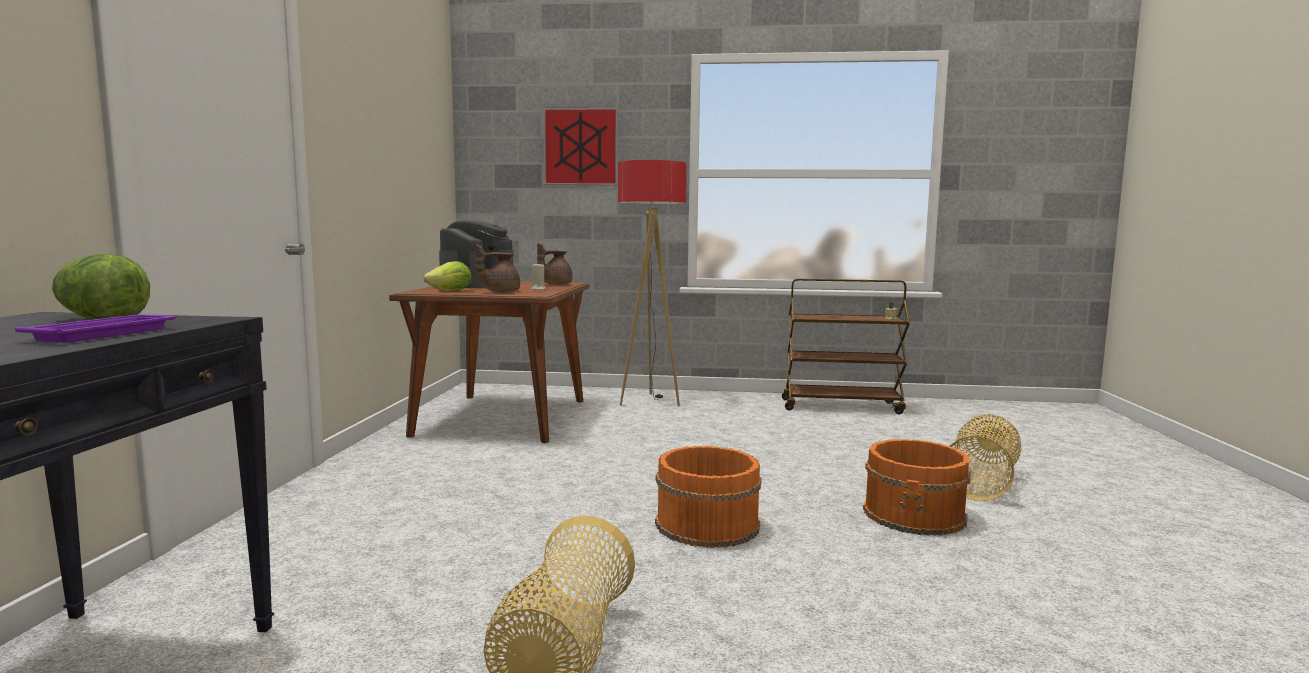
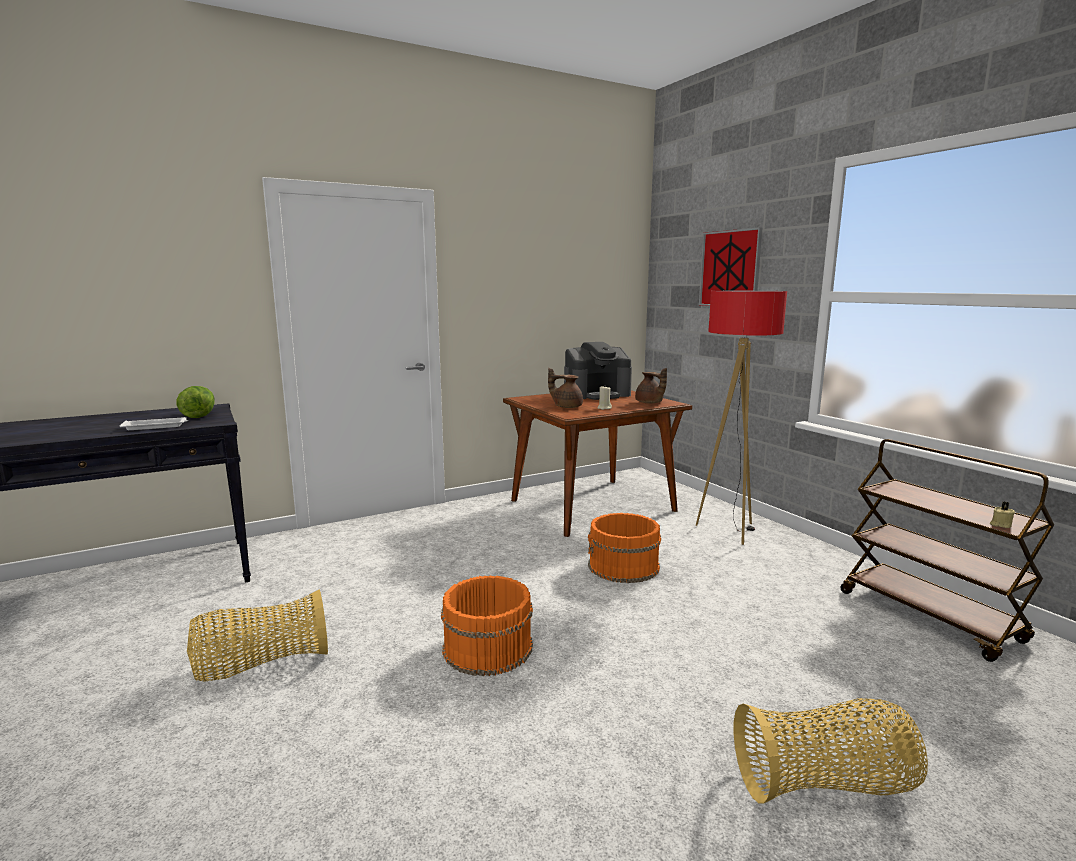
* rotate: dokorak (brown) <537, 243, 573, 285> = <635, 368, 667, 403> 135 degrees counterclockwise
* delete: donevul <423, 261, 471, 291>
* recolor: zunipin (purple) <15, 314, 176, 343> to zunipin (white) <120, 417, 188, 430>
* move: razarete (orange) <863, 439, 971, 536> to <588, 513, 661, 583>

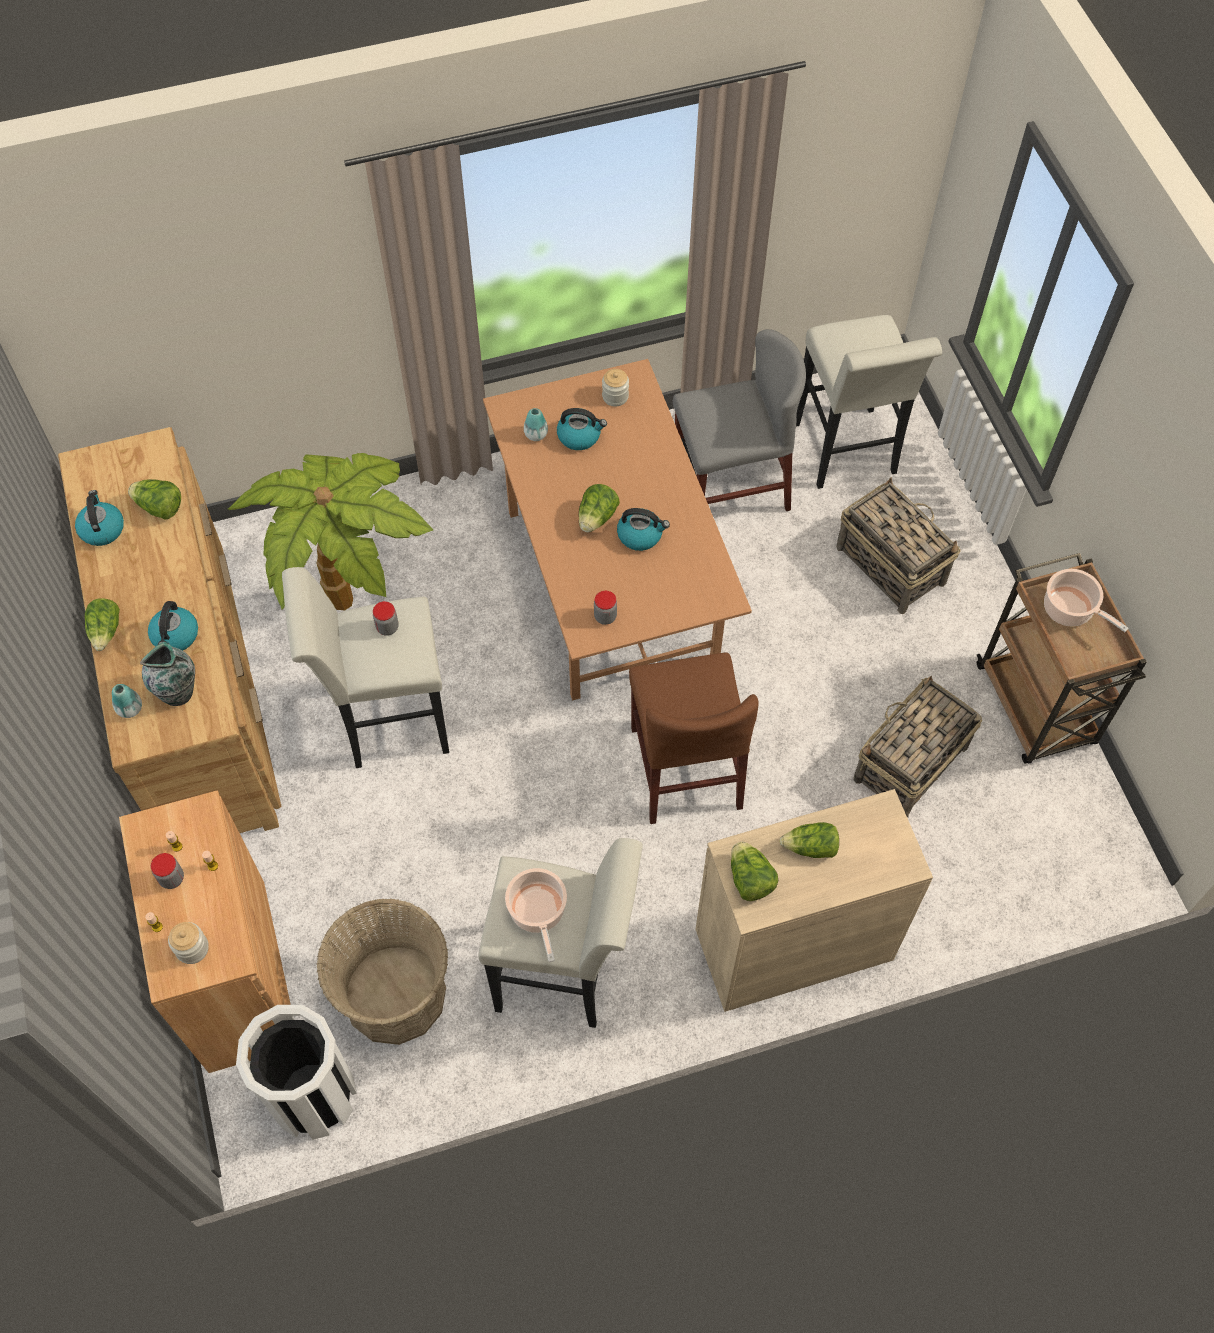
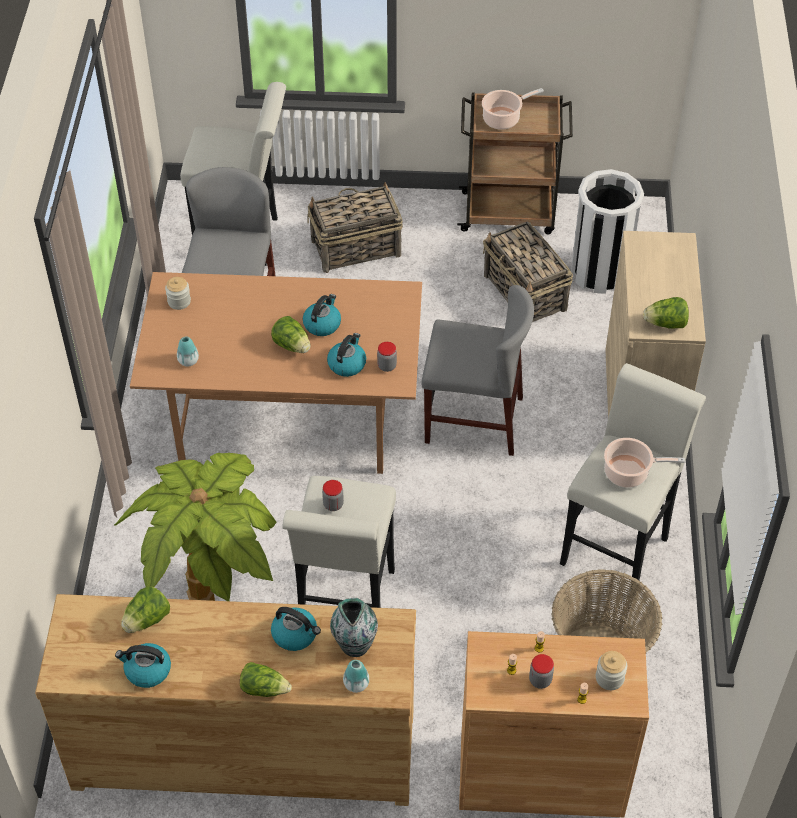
* move: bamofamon <557, 408, 607, 450> to <327, 333, 366, 377>
* recolor: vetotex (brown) <629, 653, 759, 824> to vetotex (grey) <421, 285, 534, 456>
* delete: donevul <779, 822, 839, 858>
* move: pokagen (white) <236, 1005, 357, 1140> to <571, 169, 644, 294>

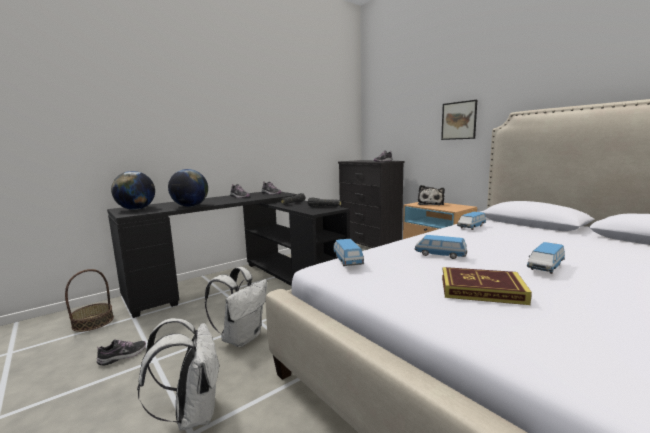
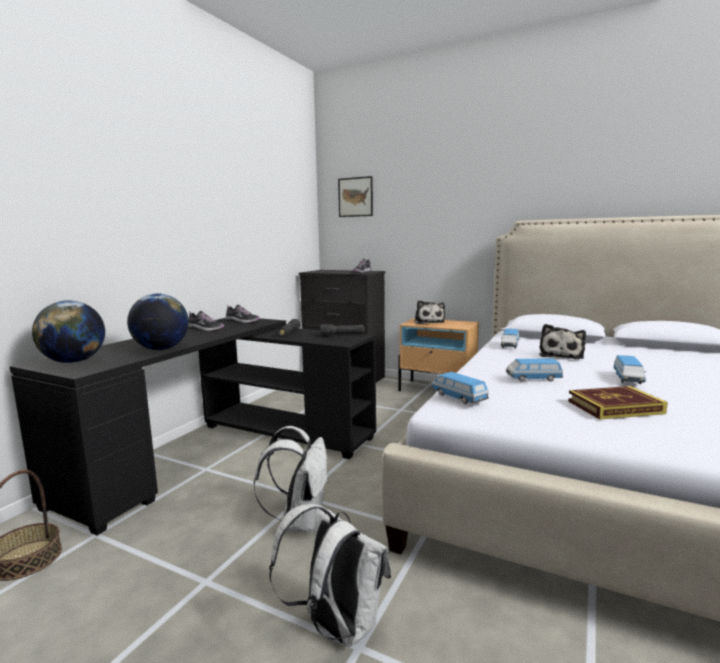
* move: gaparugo <441, 100, 477, 140> to <338, 176, 373, 217>
* delete: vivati <97, 340, 146, 366>
* insert: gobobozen <539, 324, 586, 359>

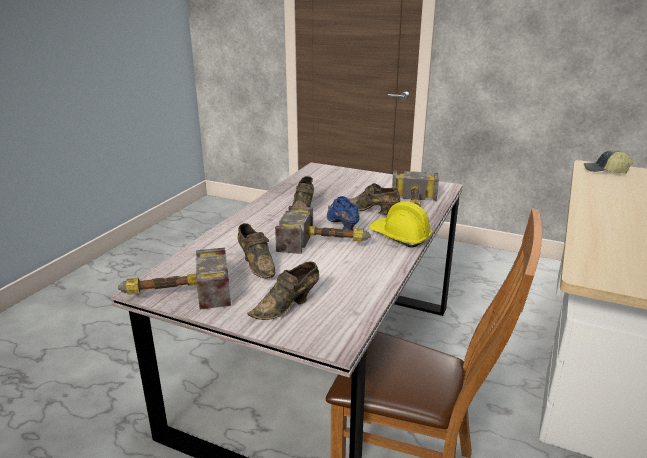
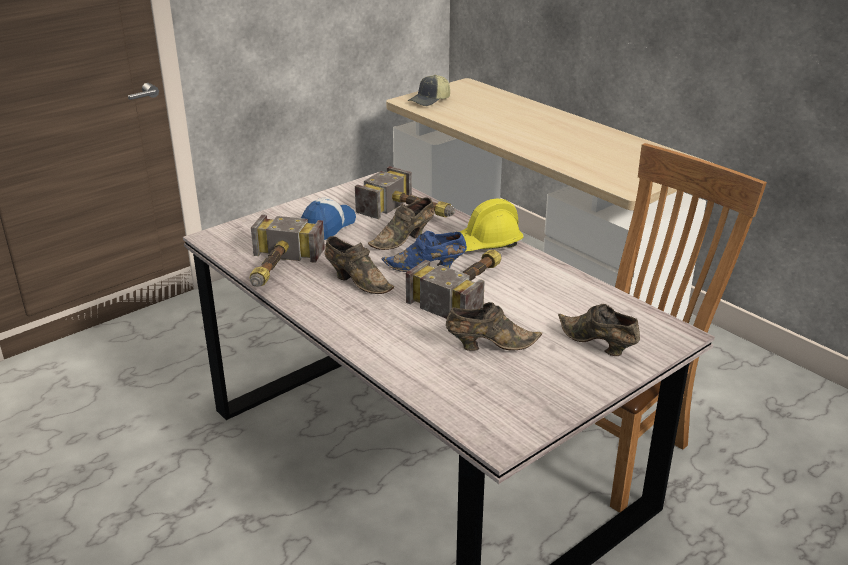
* move: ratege <118, 247, 231, 310> to <250, 214, 325, 287>
* rotate: vivati (brown) <247, 261, 319, 320> = <558, 304, 640, 356> 150 degrees clockwise
* insert: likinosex <301, 198, 356, 240>

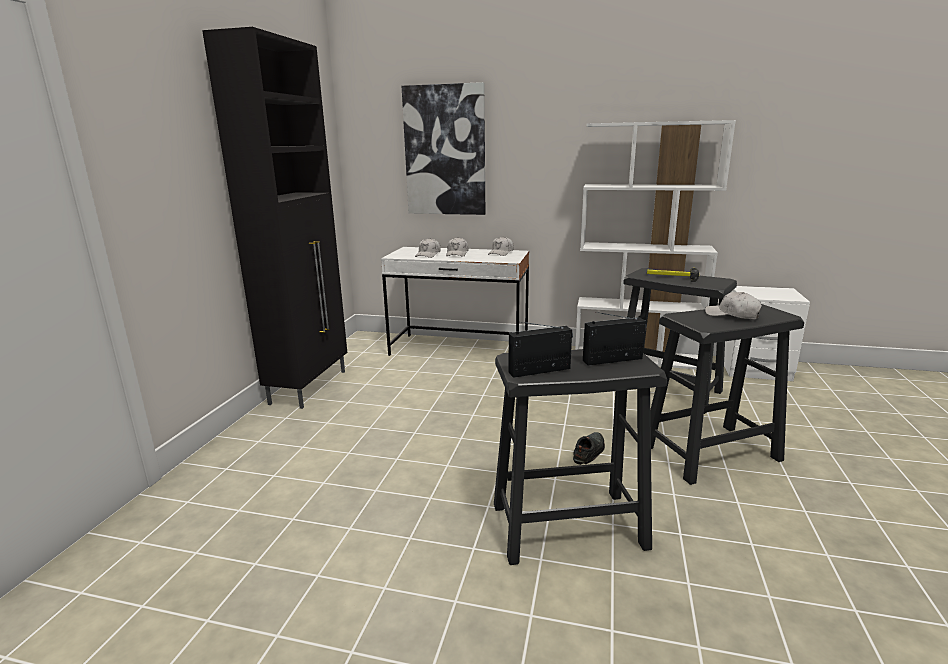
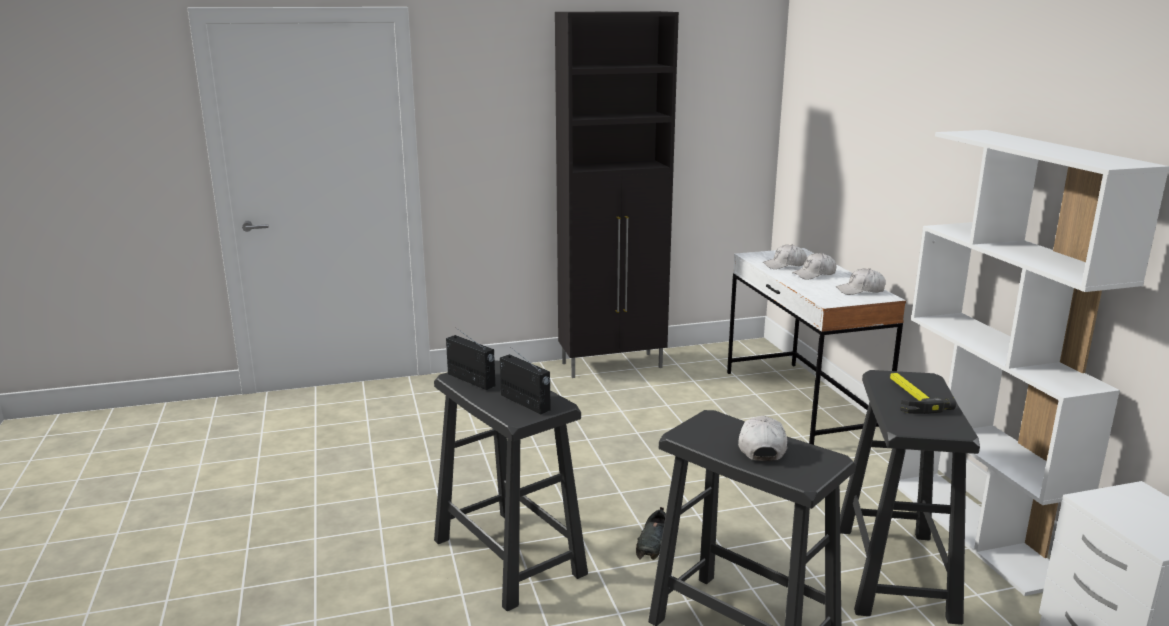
* delete: gaparugo <402, 82, 485, 215>
* rotate: vivati (black) <573, 432, 605, 465> = <636, 507, 666, 560> 105 degrees clockwise

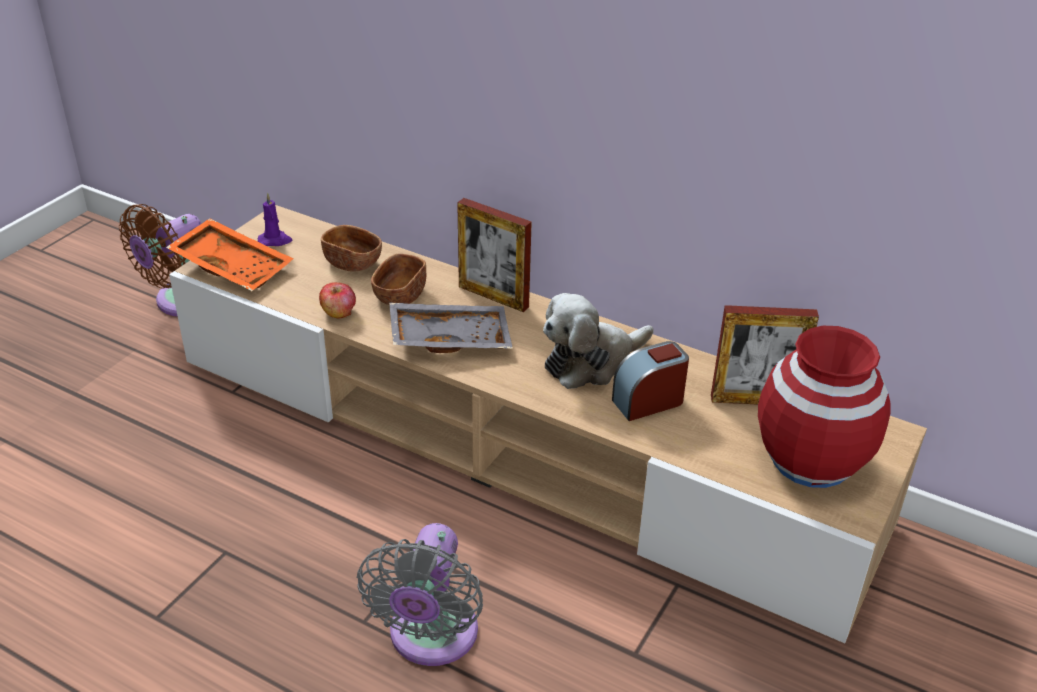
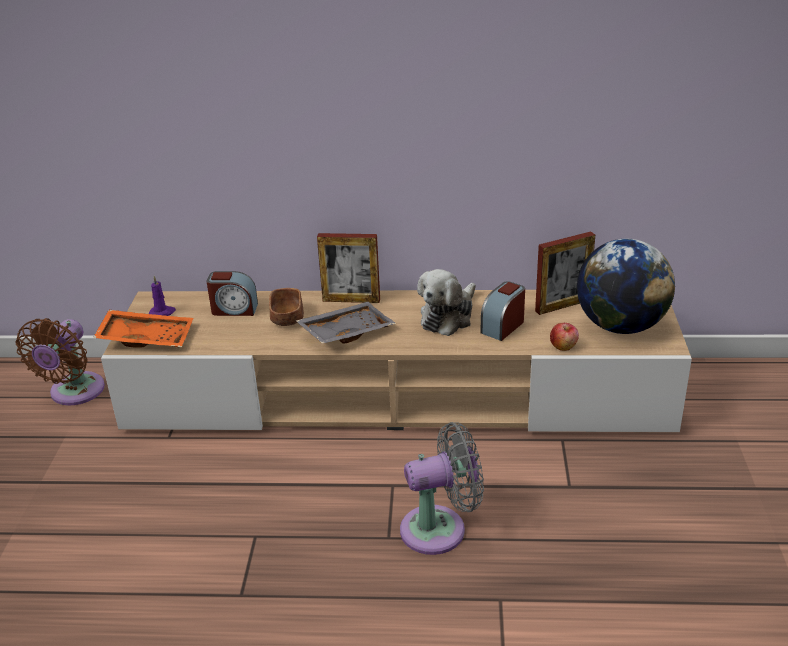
* replace: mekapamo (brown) <321, 225, 382, 272> to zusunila <206, 271, 258, 316>
* move: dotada <319, 282, 356, 319> to <550, 323, 579, 351>
* replace: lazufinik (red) <758, 326, 890, 488> to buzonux <577, 239, 675, 334>
* rotate: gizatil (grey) <357, 523, 483, 666> = <400, 422, 484, 555> 90 degrees counterclockwise

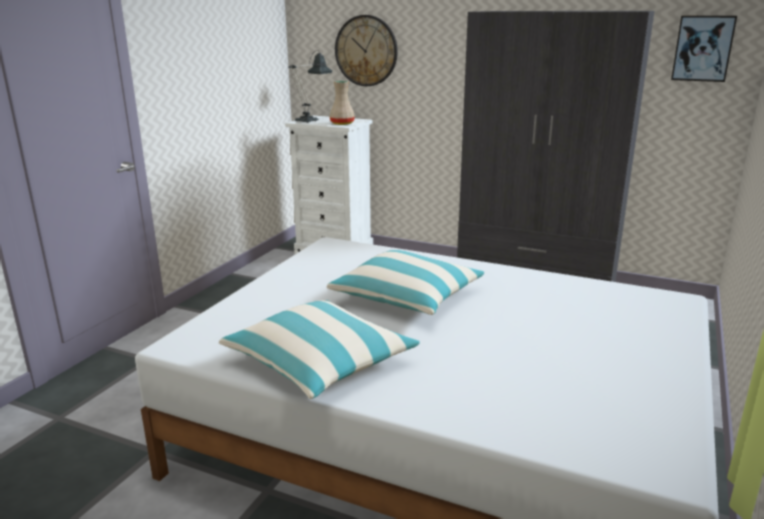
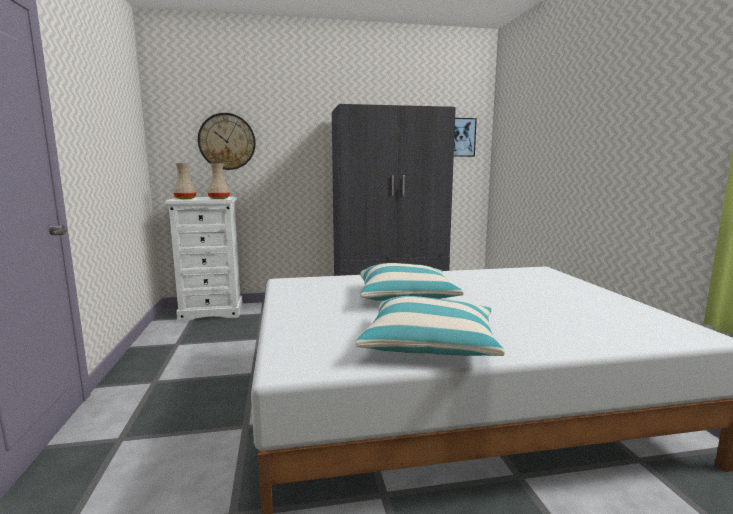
* replace: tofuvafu <288, 50, 332, 123> to lazufinik (beige) <173, 163, 196, 199>

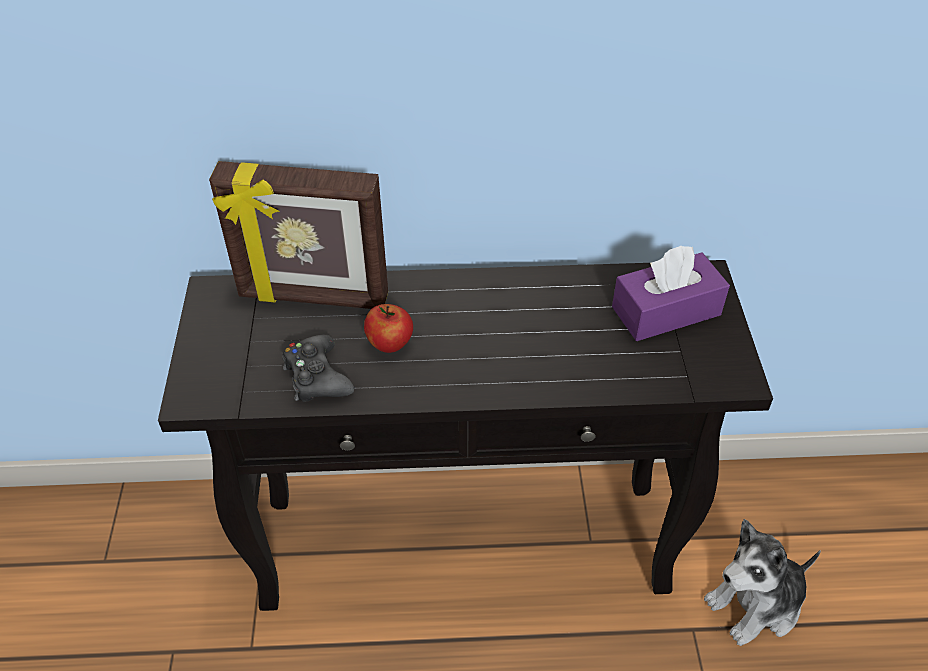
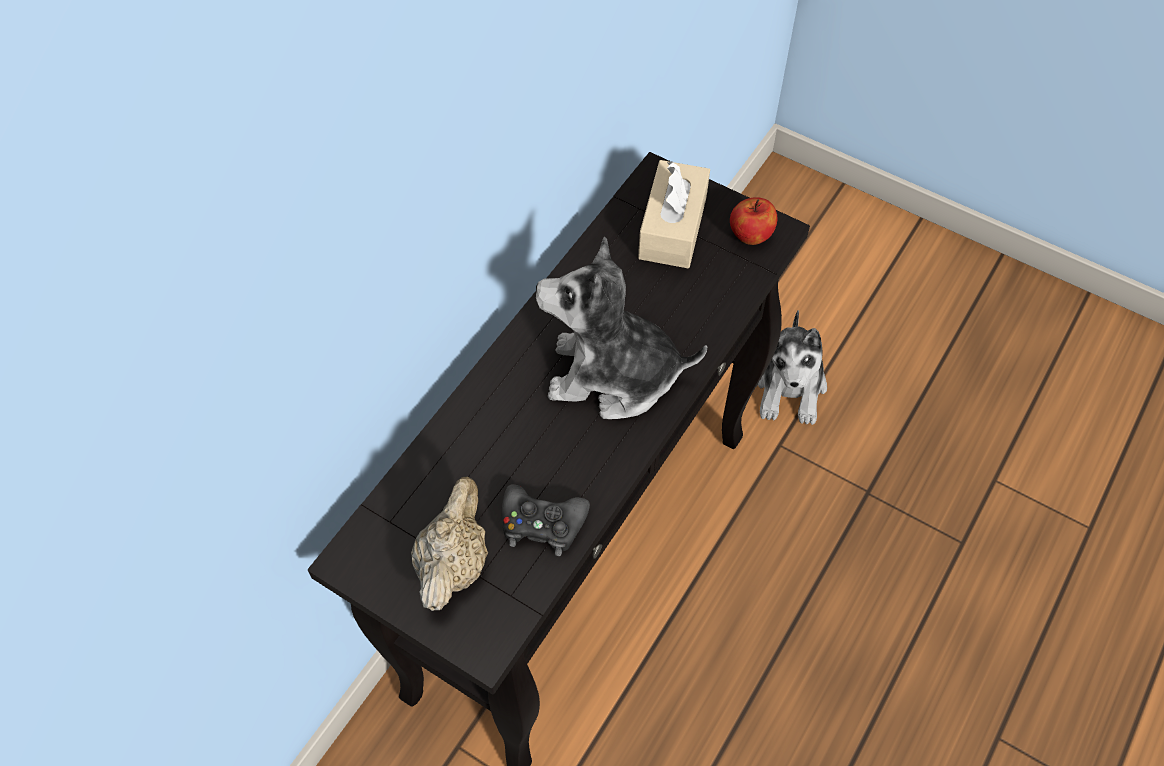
* delete: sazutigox <209, 161, 388, 309>
* recolor: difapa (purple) <612, 245, 730, 341> to difapa (beige) <638, 160, 710, 268>
* move: dotada <364, 304, 413, 353> to <730, 197, 777, 245>
* insert: gobobozen <536, 236, 707, 419>
* insert: dokorak (beige) <411, 477, 488, 611>

